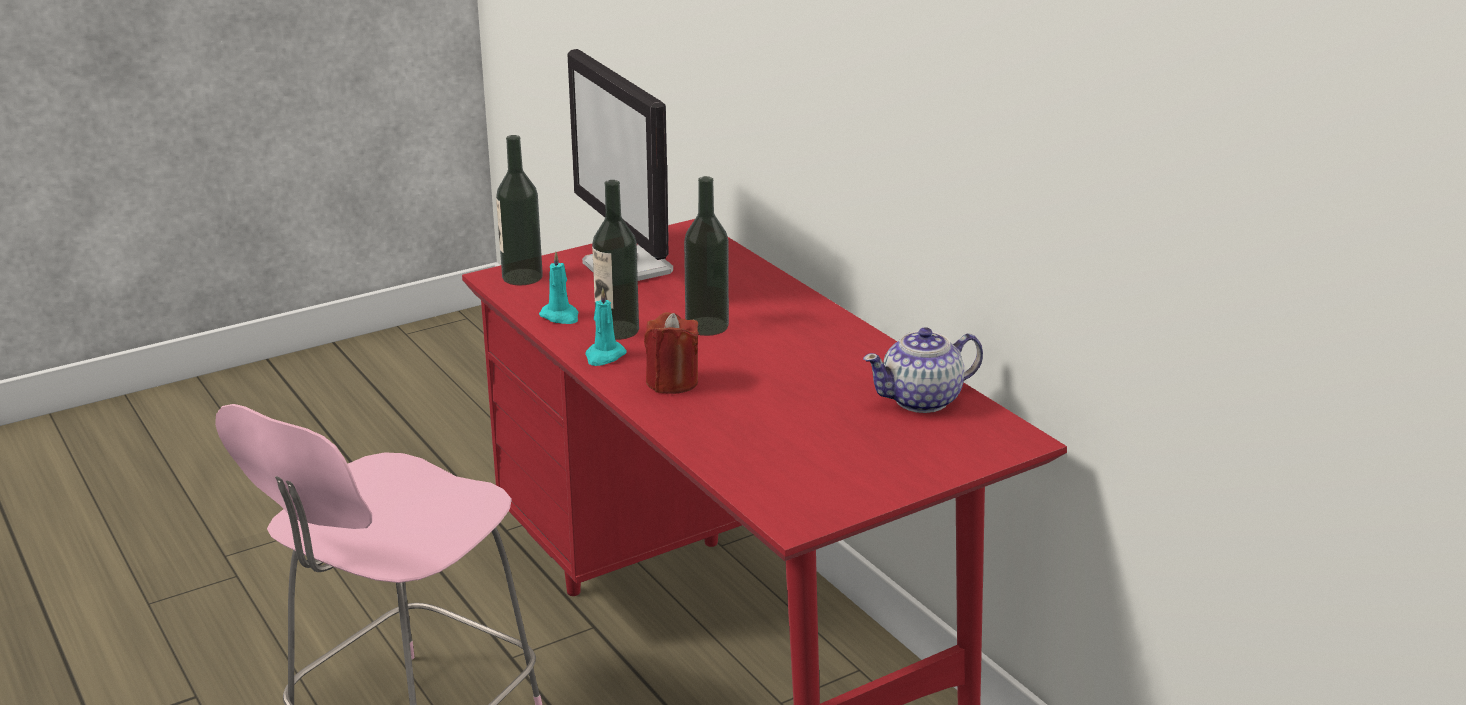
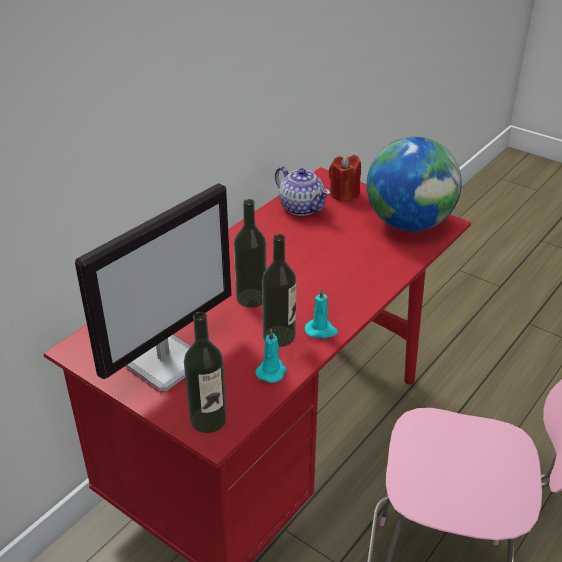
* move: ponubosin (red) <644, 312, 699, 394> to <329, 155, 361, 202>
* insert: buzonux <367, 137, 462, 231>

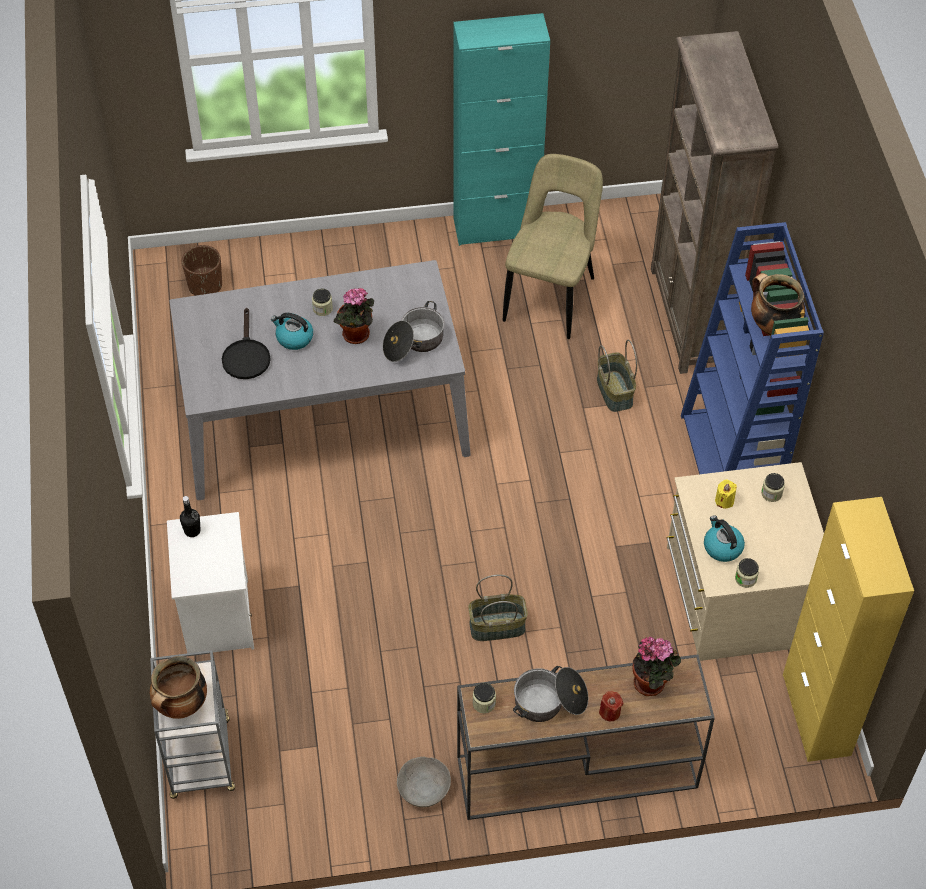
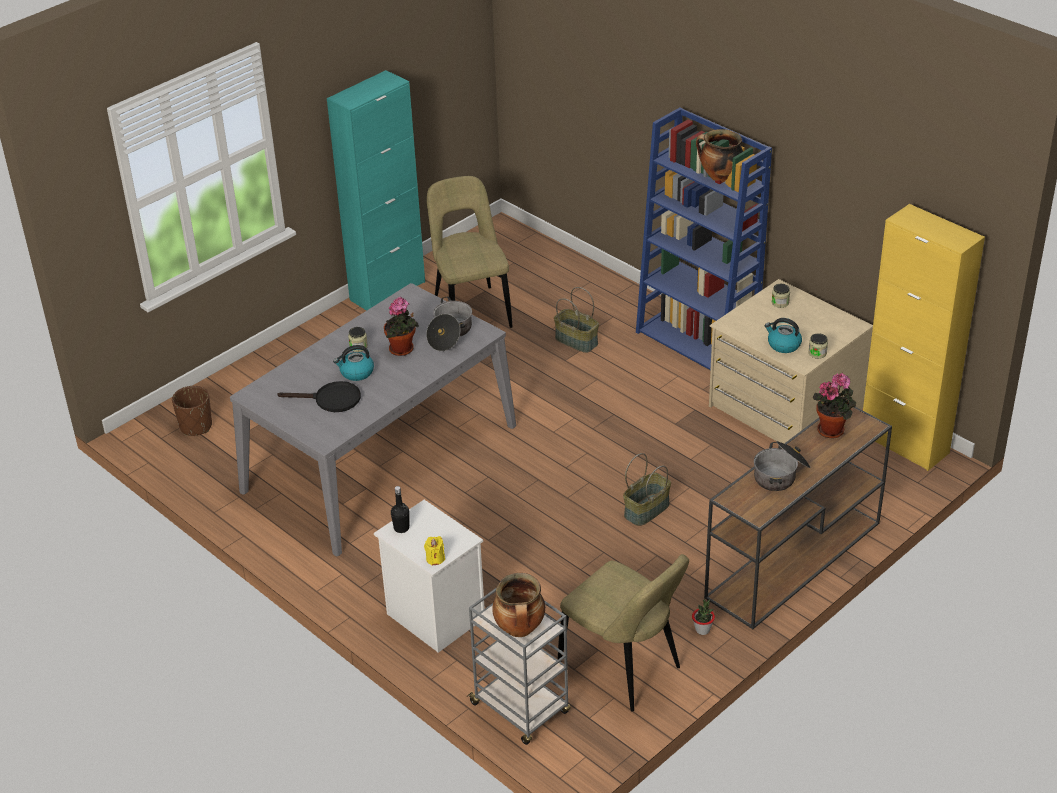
* delete: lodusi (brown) <651, 31, 778, 374>
* rotate: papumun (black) <222, 308, 271, 379> = <277, 381, 361, 412> 45 degrees counterclockwise
* move: ponubosin (yellow) <715, 479, 737, 509> to <424, 536, 445, 566>
* delete: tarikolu <473, 683, 496, 713>
* delete: ponubosin (red) <599, 691, 623, 721>
* replace: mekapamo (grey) <397, 756, 451, 807> to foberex <692, 599, 715, 635>
* insert: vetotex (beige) <558, 554, 689, 712>

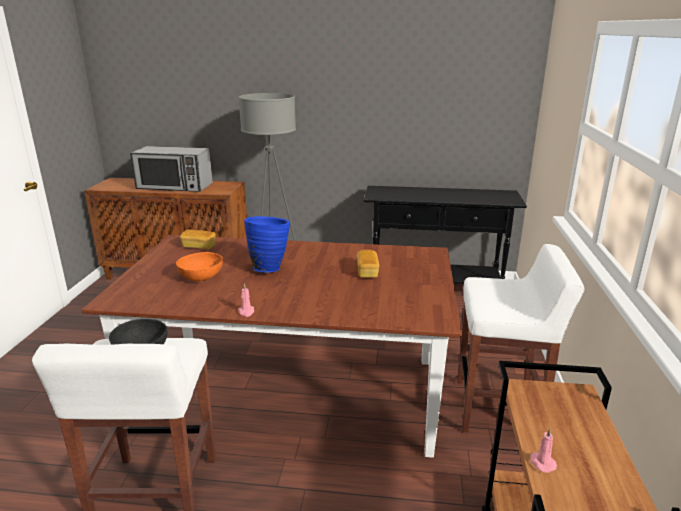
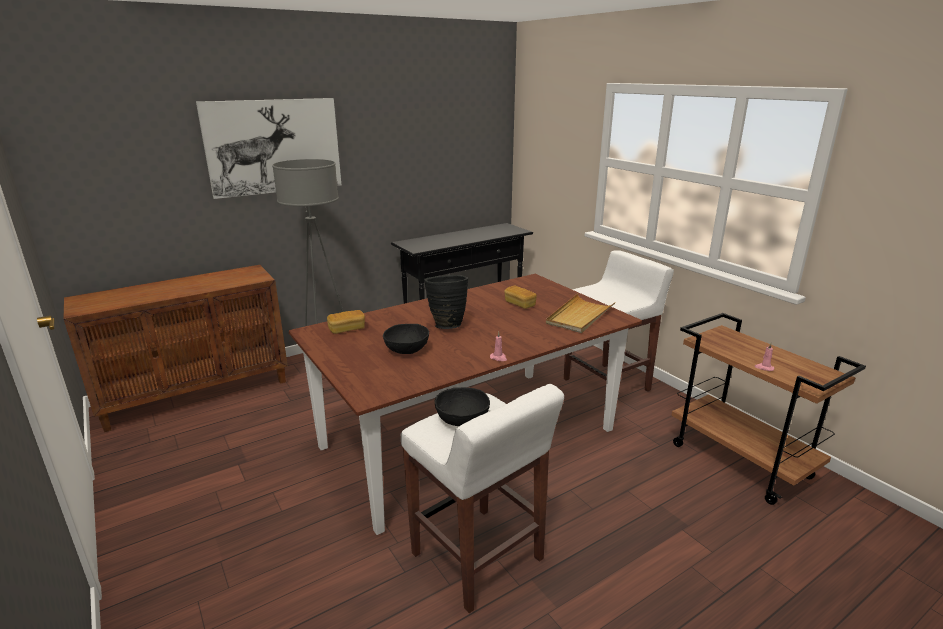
* delete: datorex <130, 146, 213, 192>
* recolor: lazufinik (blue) <244, 216, 290, 273> to lazufinik (black) <424, 275, 468, 329>
* recolor: mekapamo (orange) <176, 252, 223, 281> to mekapamo (black) <383, 324, 429, 354>
* insert: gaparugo <196, 98, 341, 199>
* insert: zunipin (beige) <546, 294, 616, 333>

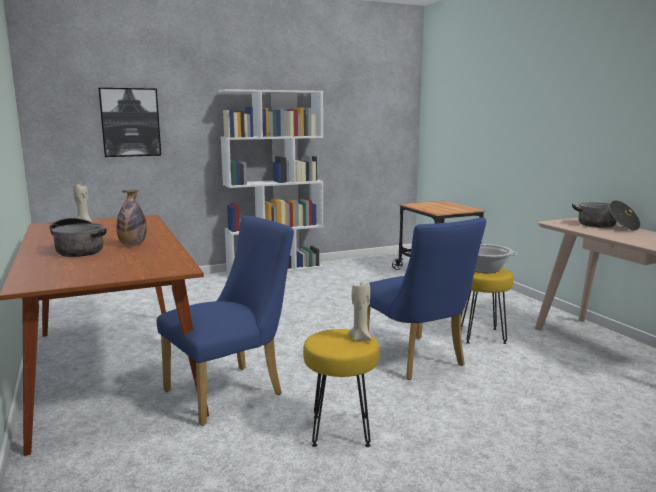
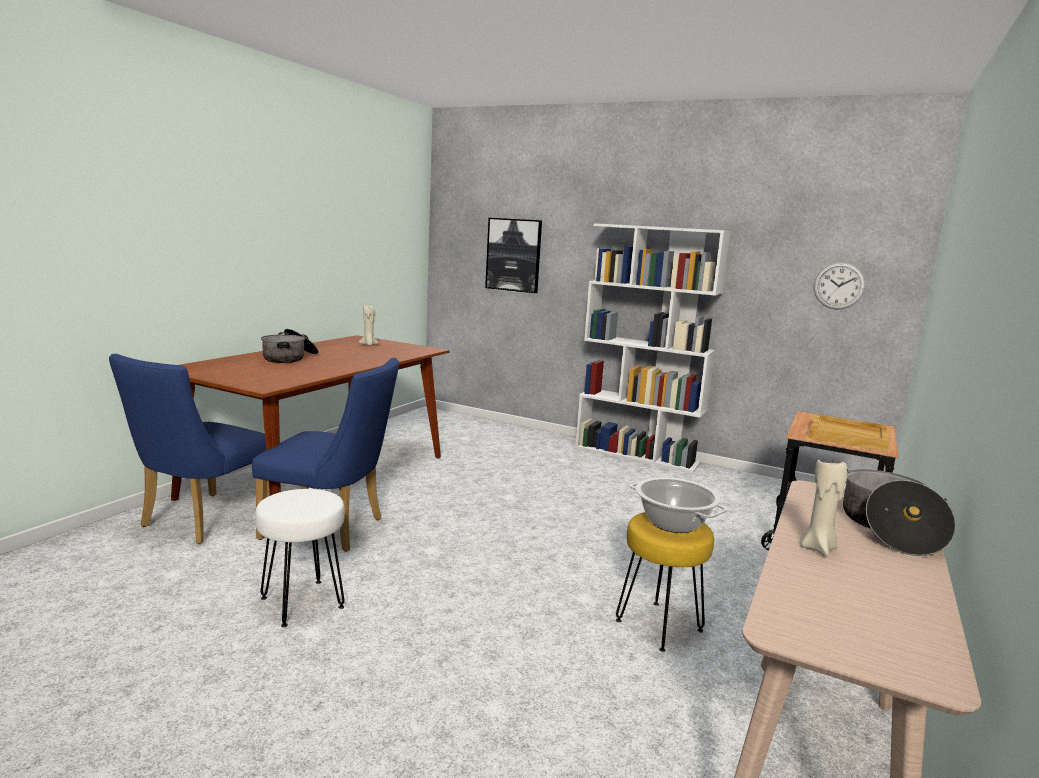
* delete: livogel <117, 190, 147, 245>
* move: vetotex (blue) <366, 217, 486, 380> to <109, 354, 270, 544>
* move: ponubosin (beige) <348, 282, 372, 341> to <801, 458, 847, 556>
* recolor: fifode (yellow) <303, 329, 379, 447> to fifode (white) <255, 489, 345, 627>
* insert: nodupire <814, 262, 865, 309>
* insert: zunipin (beige) <810, 414, 889, 452>

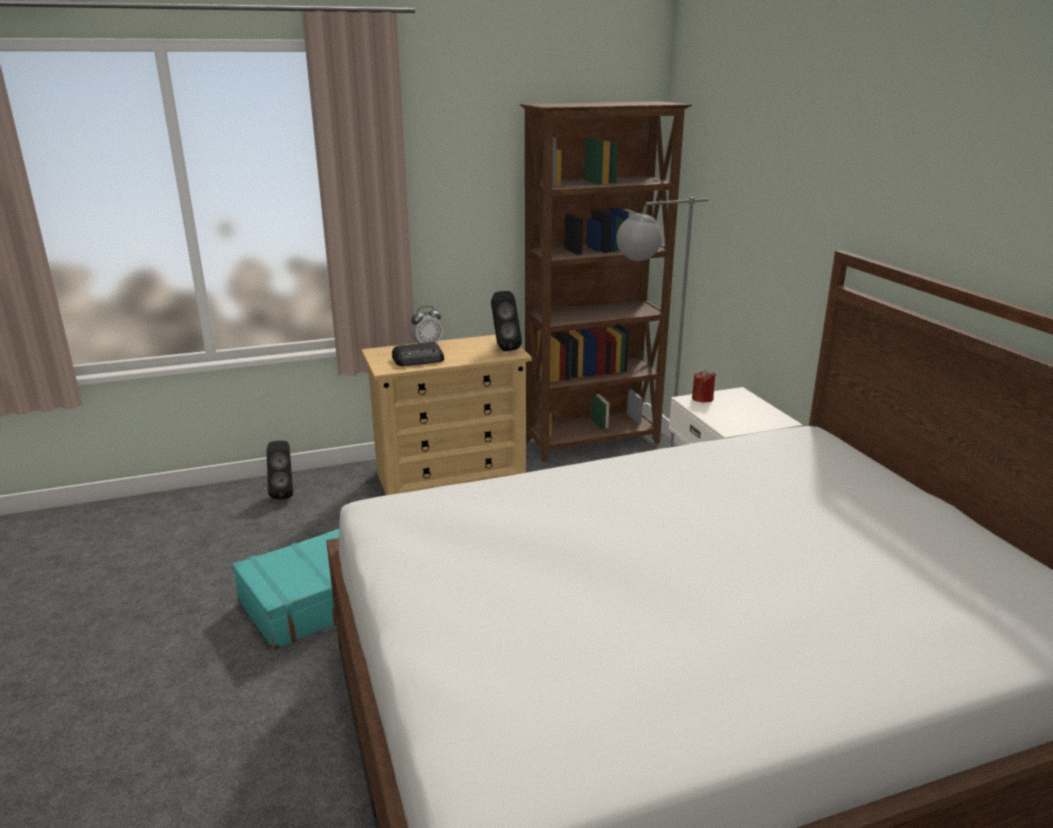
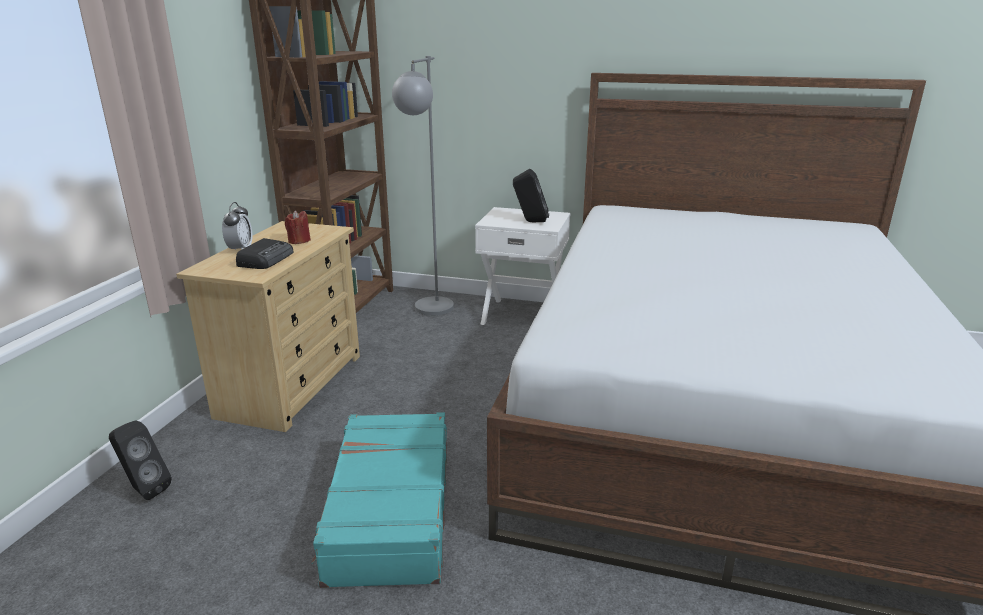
* move: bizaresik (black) <491, 291, 522, 351> to <513, 169, 549, 222>
* move: ponubosin (red) <692, 370, 716, 402> to <285, 210, 311, 244>

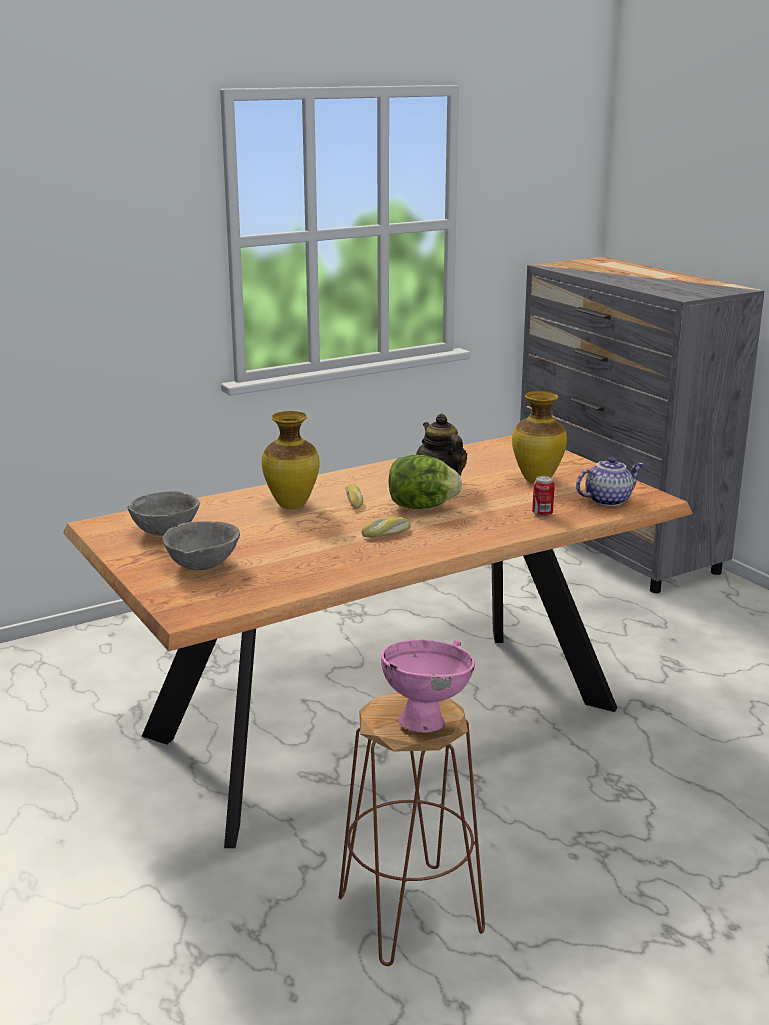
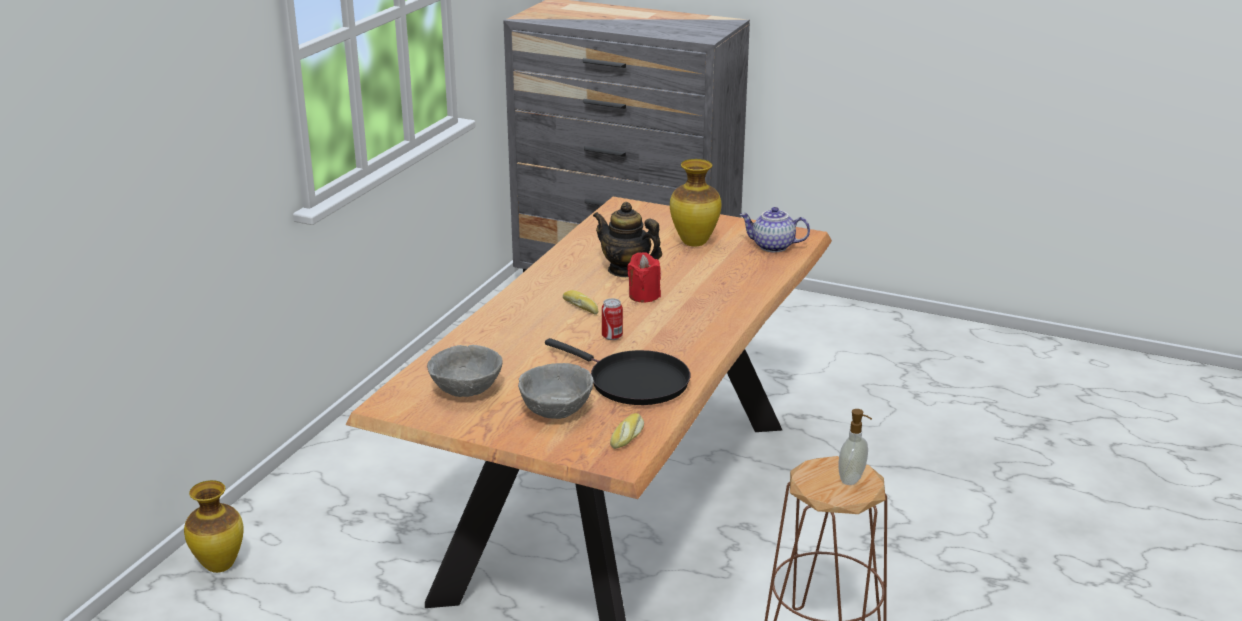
* move: lazufinik <262, 411, 320, 509> to <184, 480, 244, 573>
* replace: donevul <388, 455, 462, 509> to ponubosin (red) <627, 252, 661, 303>
* rotate: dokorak <576, 457, 643, 506> = <739, 207, 810, 252> 105 degrees counterclockwise
* move: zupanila <532, 476, 555, 517> to <602, 298, 623, 340>
* move: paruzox <361, 517, 411, 537> to <610, 413, 644, 449>
* replace: mekapamo (pink) <381, 639, 475, 733> to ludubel <839, 409, 872, 485>
* insert: papumun (black) <545, 338, 690, 405>

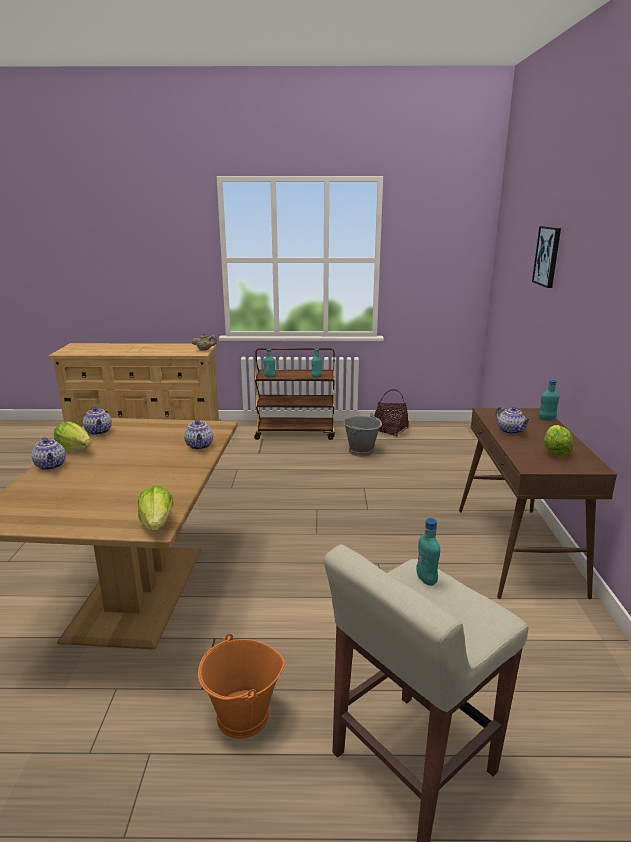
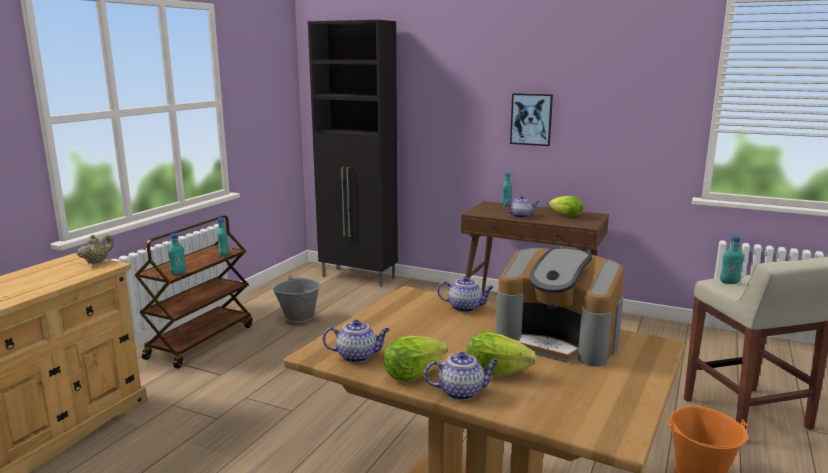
* move: gaparugo <532, 226, 561, 288> to <510, 93, 553, 146>
* delete: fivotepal <374, 389, 409, 437>
* move: donevul <138, 486, 174, 531> to <467, 332, 536, 376>
* insert: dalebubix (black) <308, 20, 398, 287>
* insert: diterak <495, 247, 624, 367>

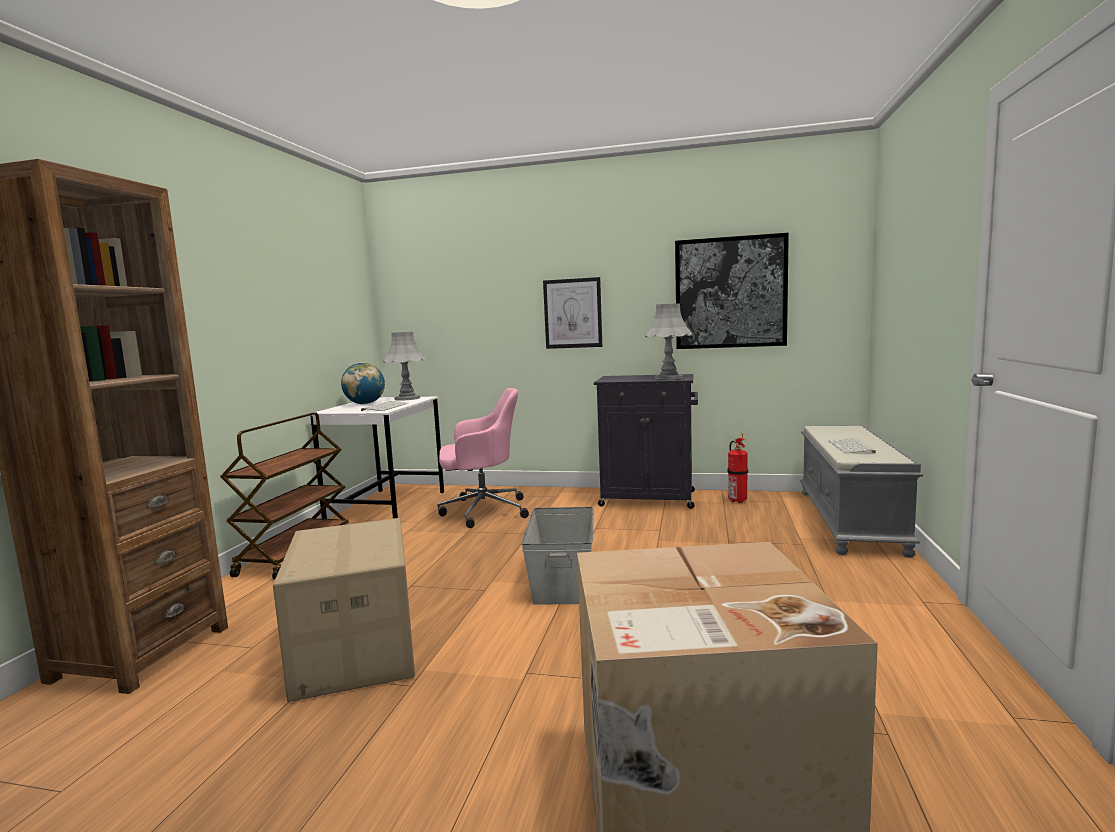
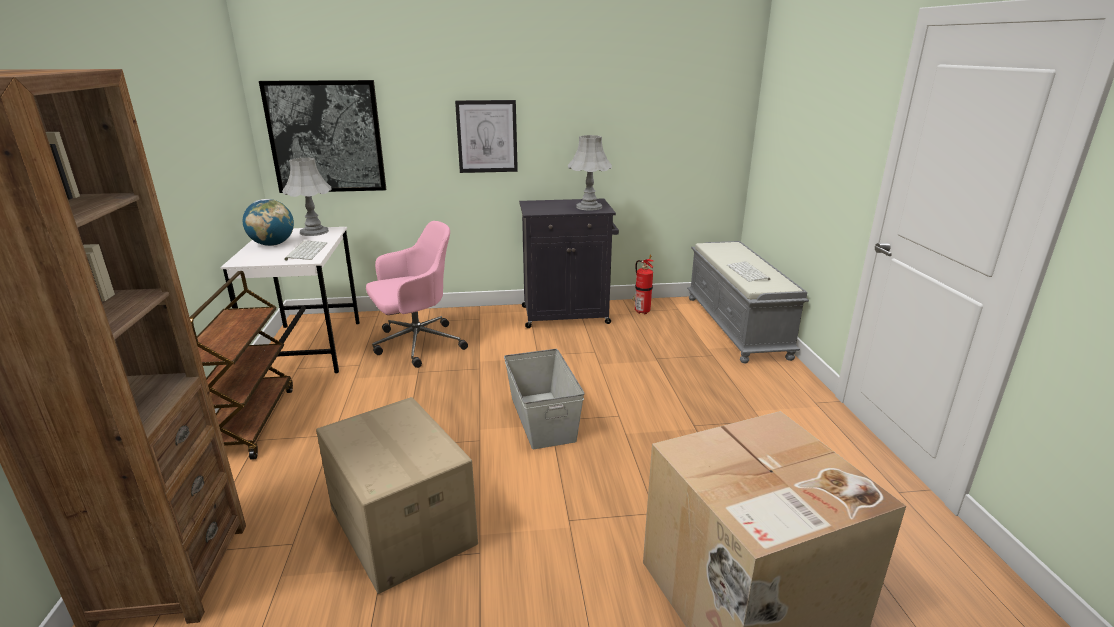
* move: gaparugo <675, 233, 789, 349> to <259, 80, 386, 193>

